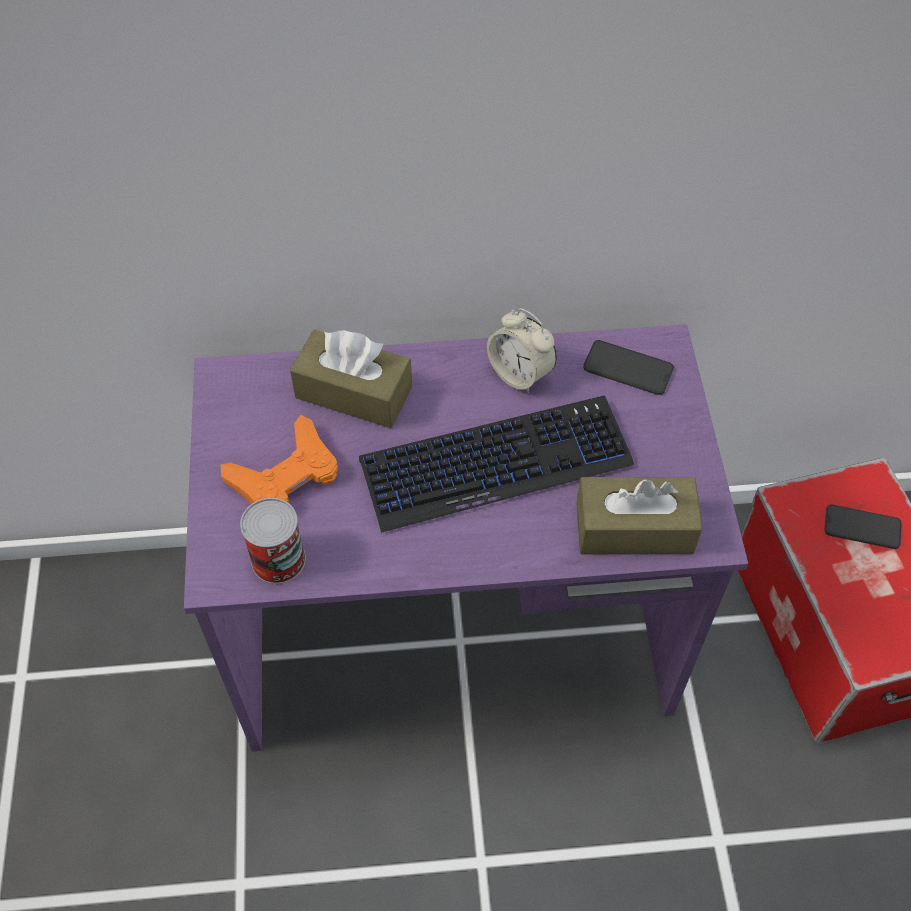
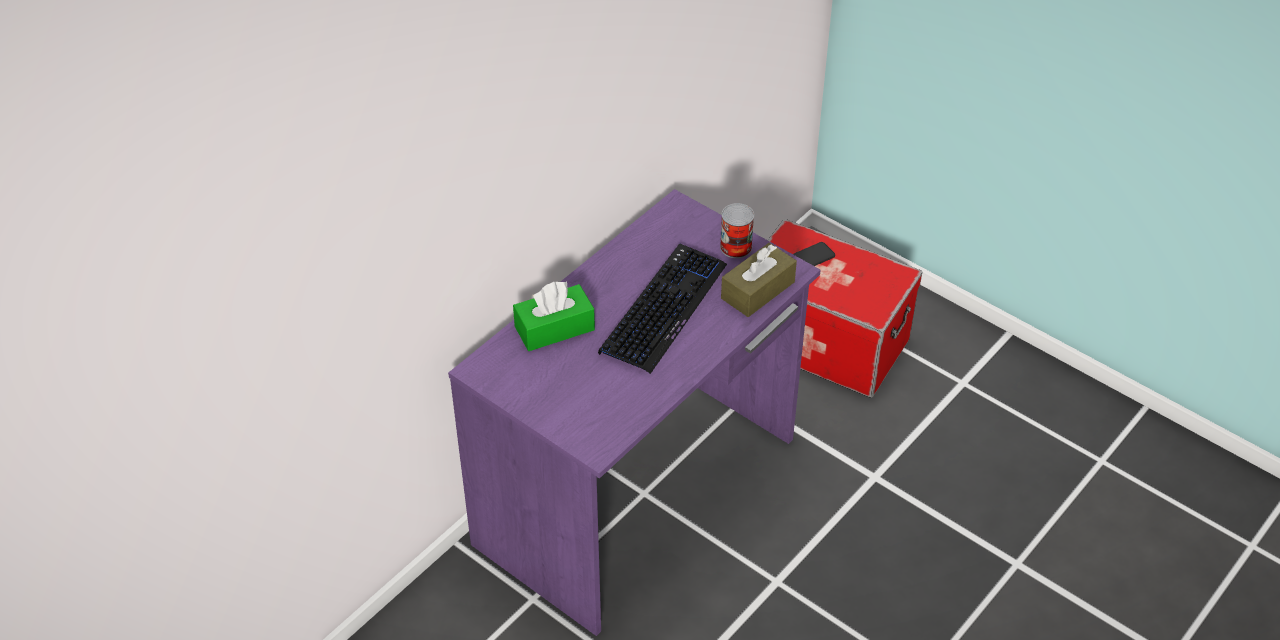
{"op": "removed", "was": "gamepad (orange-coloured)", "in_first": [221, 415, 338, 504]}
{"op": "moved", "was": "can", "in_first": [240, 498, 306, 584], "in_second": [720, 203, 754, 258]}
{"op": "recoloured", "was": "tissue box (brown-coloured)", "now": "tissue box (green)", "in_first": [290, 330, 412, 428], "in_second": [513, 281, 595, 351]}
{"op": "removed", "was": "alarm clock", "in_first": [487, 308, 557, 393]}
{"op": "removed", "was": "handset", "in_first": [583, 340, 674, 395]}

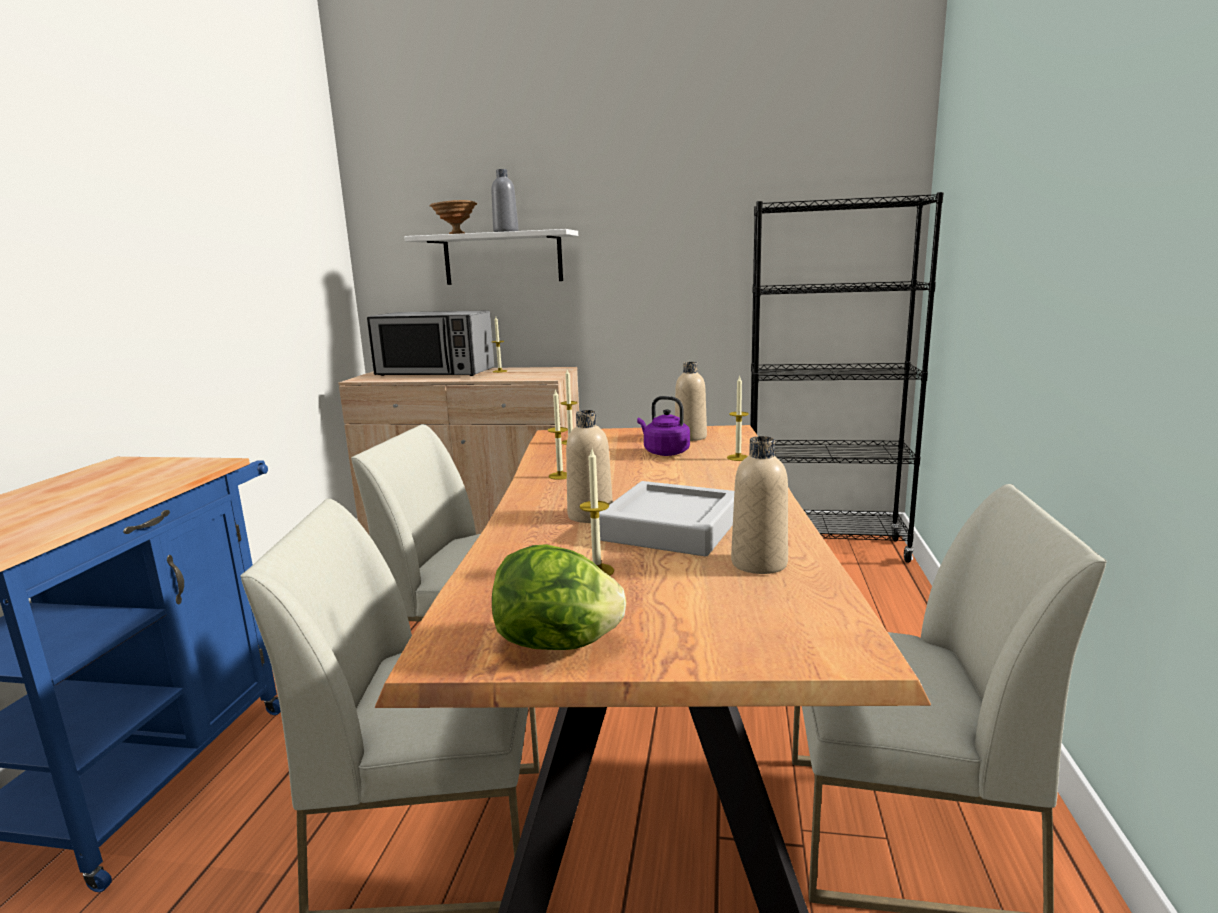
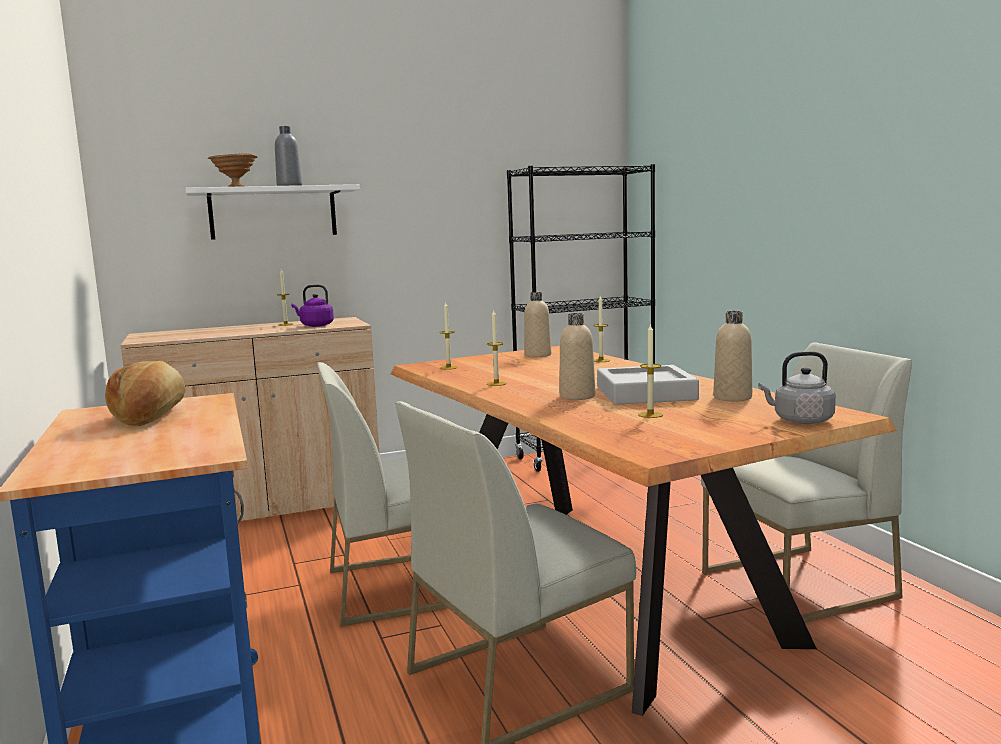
{"op": "removed", "was": "kitchen microwave", "in_first": [367, 311, 494, 376]}
{"op": "removed", "was": "lettuce", "in_first": [492, 544, 626, 650]}
{"op": "moved", "was": "kettle (purple-coloured)", "in_first": [637, 396, 690, 456], "in_second": [291, 284, 334, 327]}
{"op": "added", "now": "bakery bread", "in_second": [105, 361, 185, 426]}
{"op": "added", "now": "kettle (grey)", "in_second": [758, 351, 836, 424]}

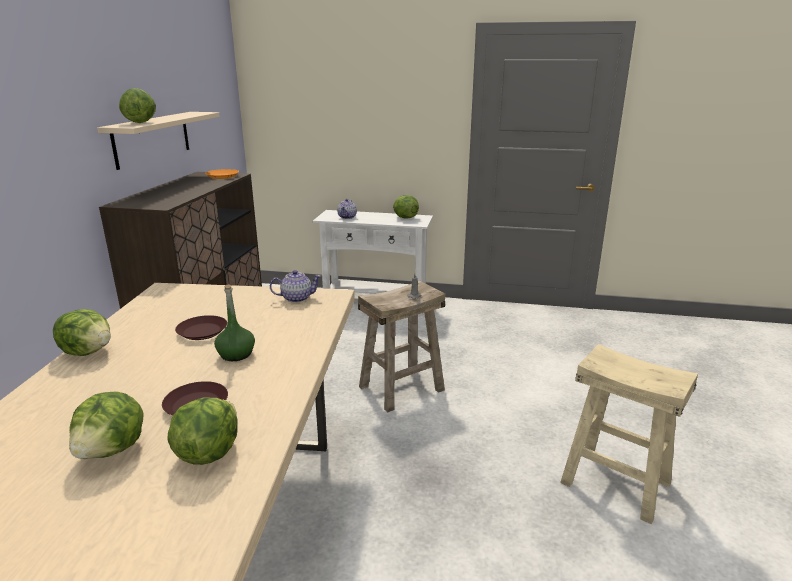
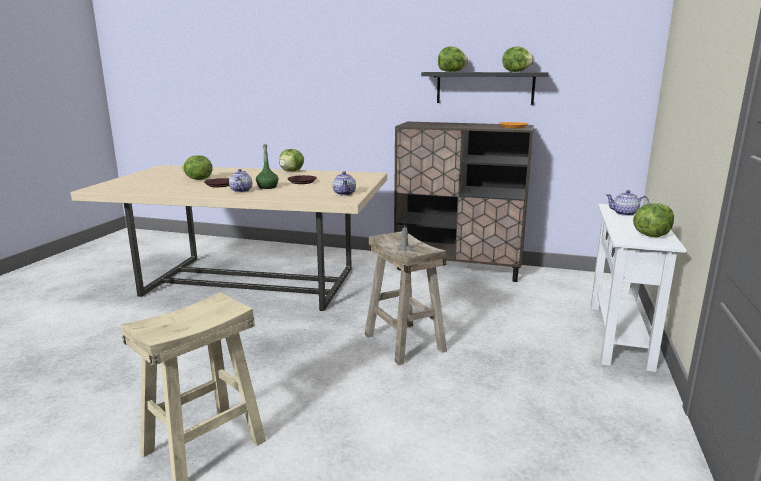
{"op": "recoloured", "was": "wall shelf (beige-coloured)", "now": "wall shelf (black-coloured)", "in_first": [97, 112, 220, 170], "in_second": [421, 72, 549, 105]}
{"op": "moved", "was": "lettuce", "in_first": [167, 398, 238, 465], "in_second": [503, 47, 535, 72]}
{"op": "added", "now": "pot for tea", "in_second": [229, 169, 253, 192]}

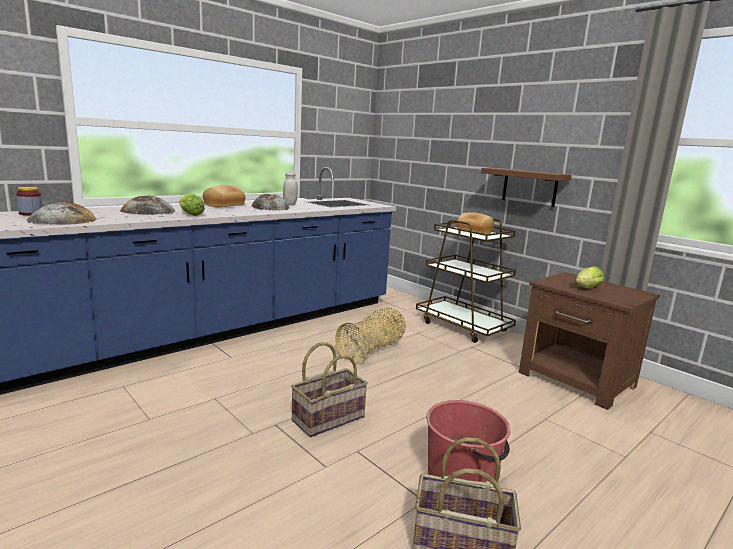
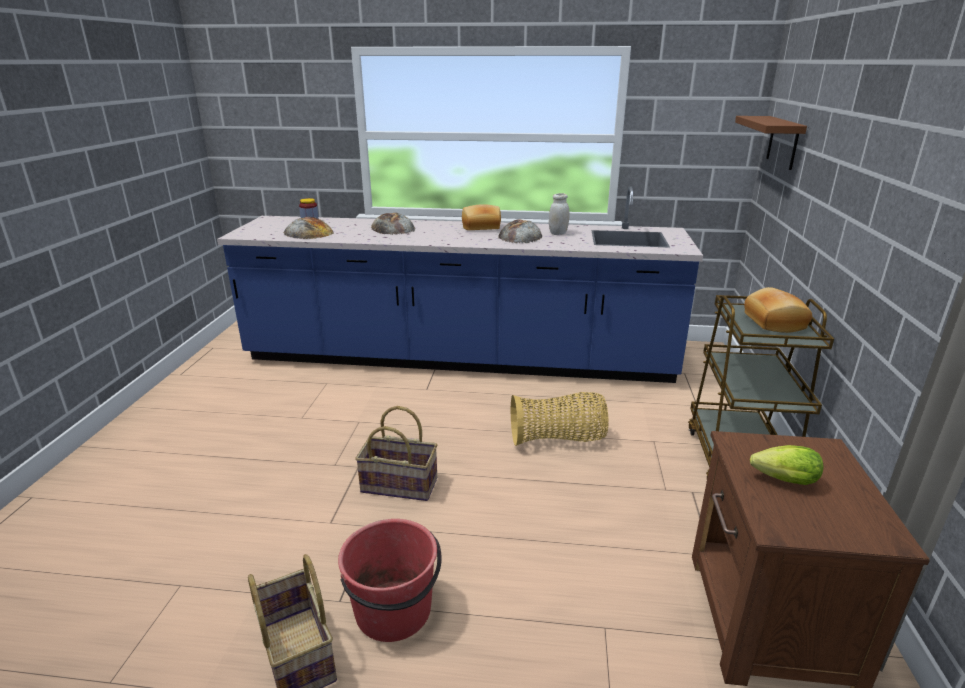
{"op": "removed", "was": "lettuce", "in_first": [179, 193, 205, 216]}
{"op": "moved", "was": "wall shelf (brown-coloured)", "in_first": [481, 168, 572, 207], "in_second": [735, 116, 807, 170]}

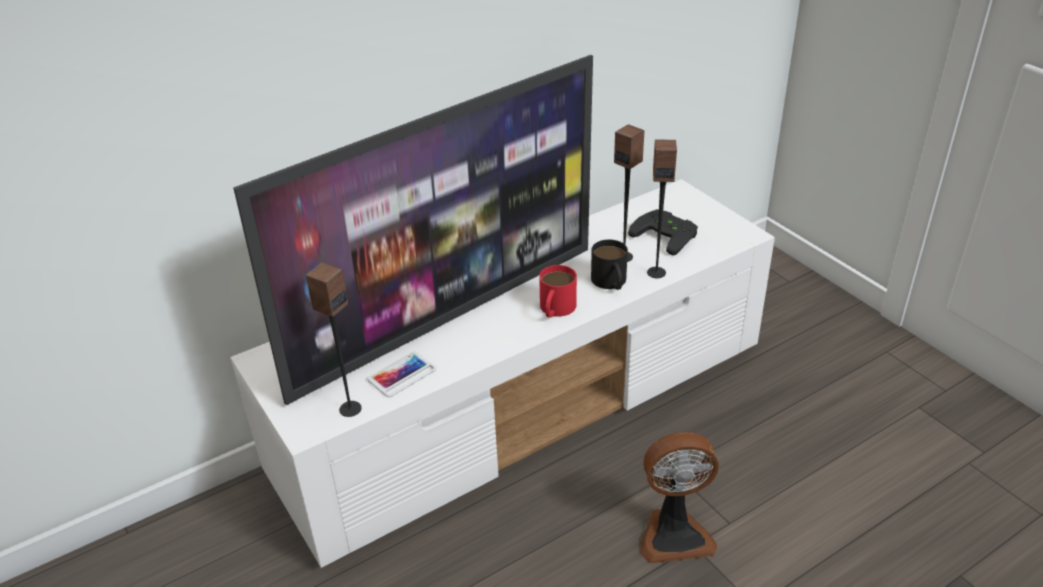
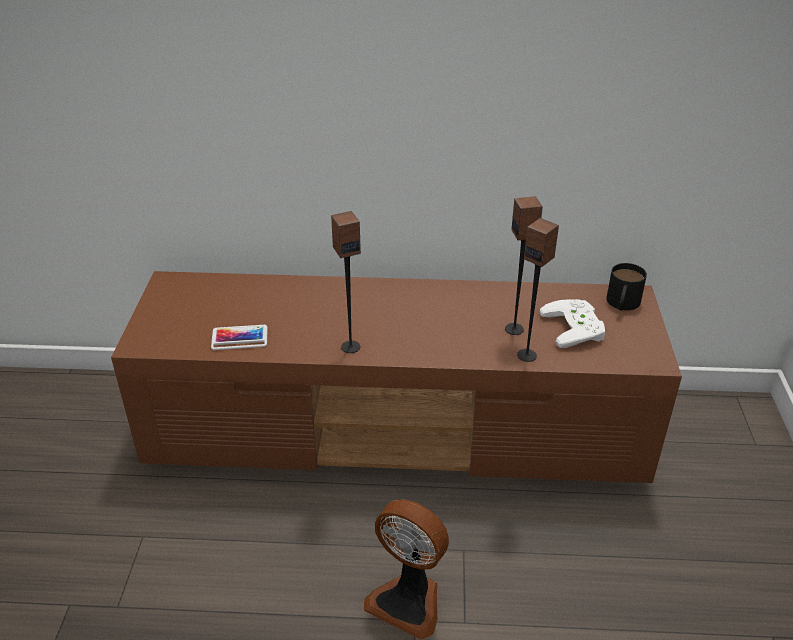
{"op": "recoloured", "was": "tv stand (white)", "now": "tv stand (brown-coloured)", "in_first": [230, 179, 775, 568], "in_second": [111, 271, 682, 483]}
{"op": "removed", "was": "television", "in_first": [233, 55, 593, 405]}
{"op": "moved", "was": "speaker", "in_first": [305, 262, 362, 417], "in_second": [331, 211, 361, 353]}
{"op": "removed", "was": "coffee mug (red-coloured)", "in_first": [539, 265, 577, 318]}
{"op": "moved", "was": "coffee mug (black-coloured)", "in_first": [591, 240, 628, 290], "in_second": [606, 263, 647, 311]}
{"op": "recoloured", "was": "gamepad (black-coloured)", "now": "gamepad (white)", "in_first": [628, 209, 698, 256], "in_second": [540, 299, 605, 348]}

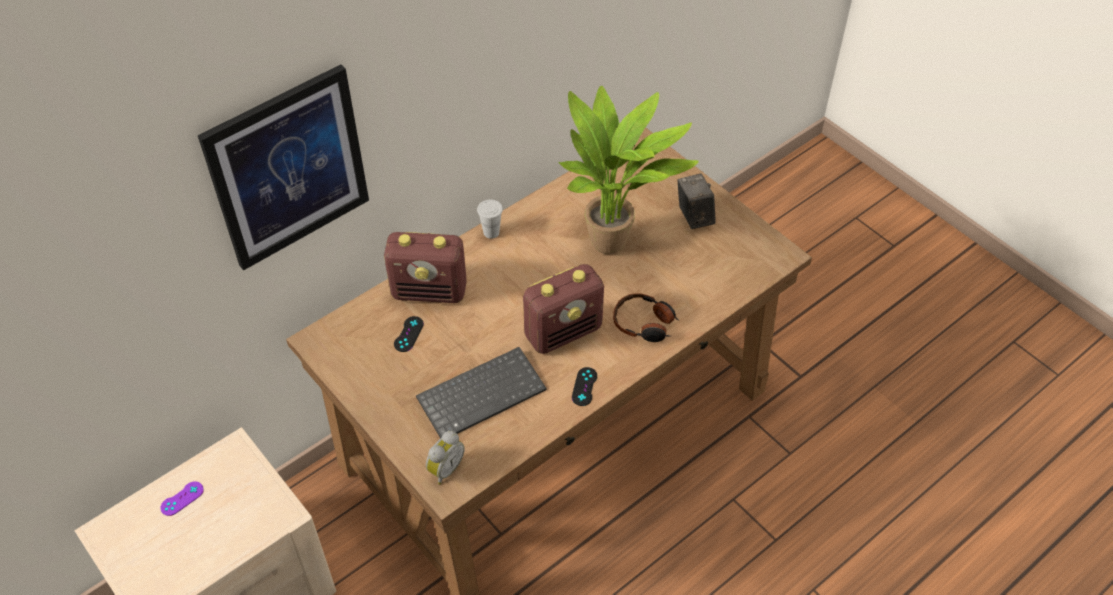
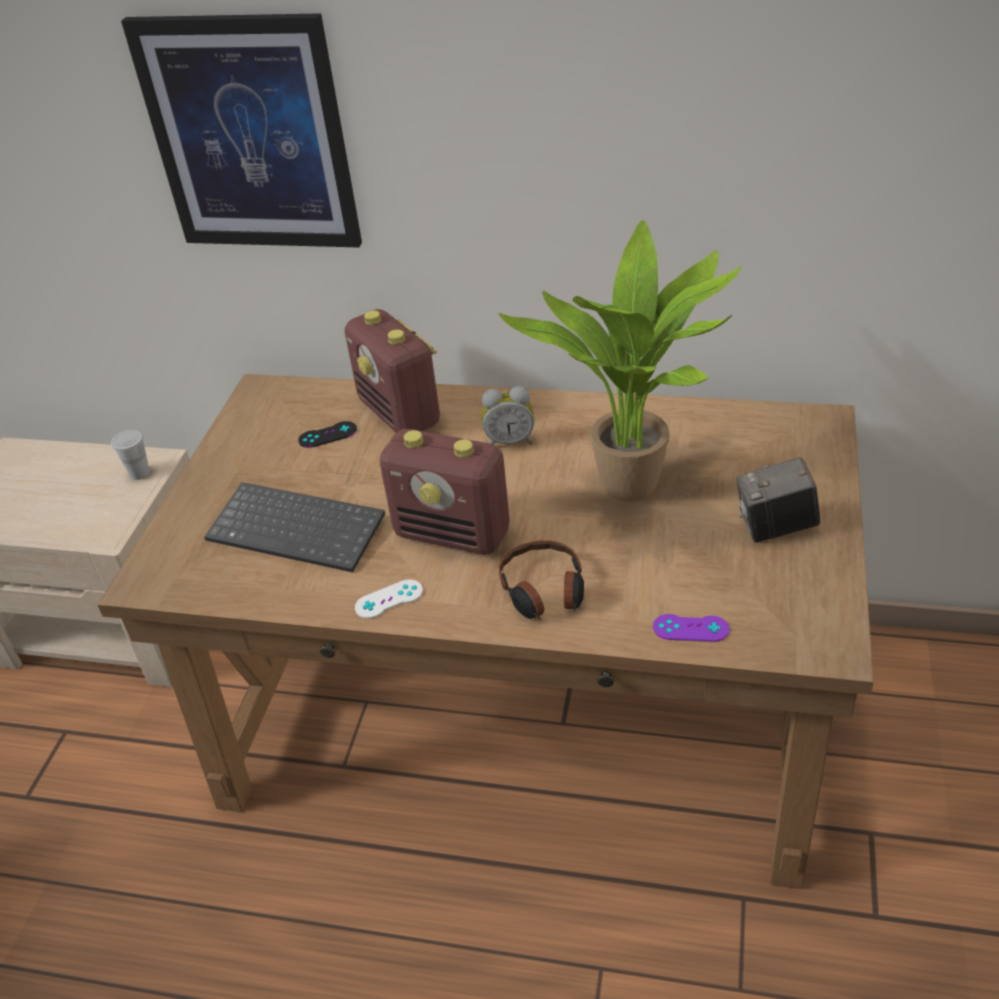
{"op": "moved", "was": "gamepad (purple-coloured)", "in_first": [160, 481, 204, 516], "in_second": [653, 614, 729, 642]}
{"op": "moved", "was": "alarm clock", "in_first": [426, 431, 465, 485], "in_second": [481, 386, 534, 445]}
{"op": "moved", "was": "small cup (white)", "in_first": [477, 200, 503, 239], "in_second": [111, 430, 150, 480]}
{"op": "recoloured", "was": "gamepad (black-coloured)", "now": "gamepad (white)", "in_first": [572, 367, 597, 406], "in_second": [355, 579, 423, 619]}
{"op": "turned", "was": "photo camera", "in_first": [678, 174, 716, 229], "in_second": [736, 457, 820, 543], "clockwise": -135}

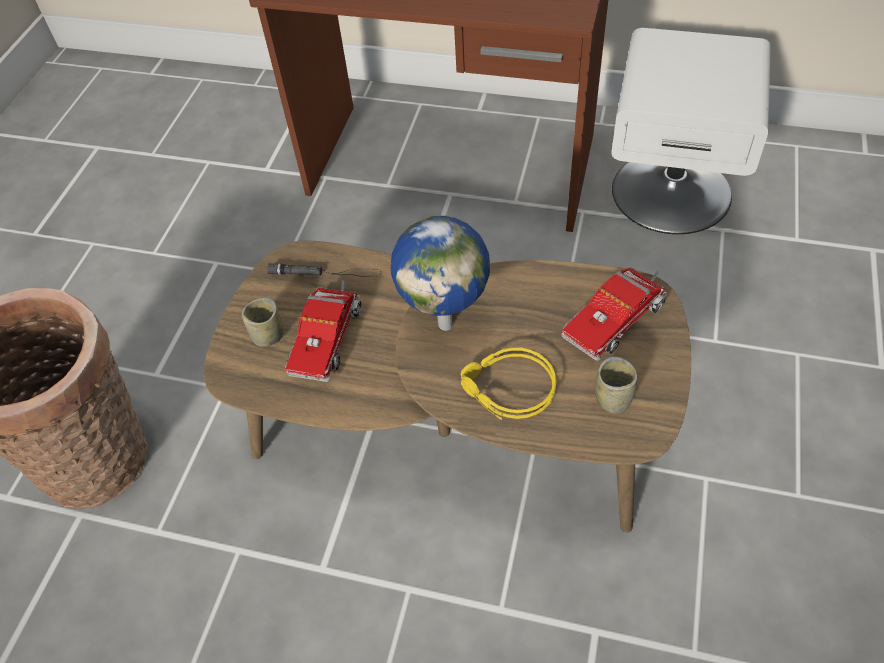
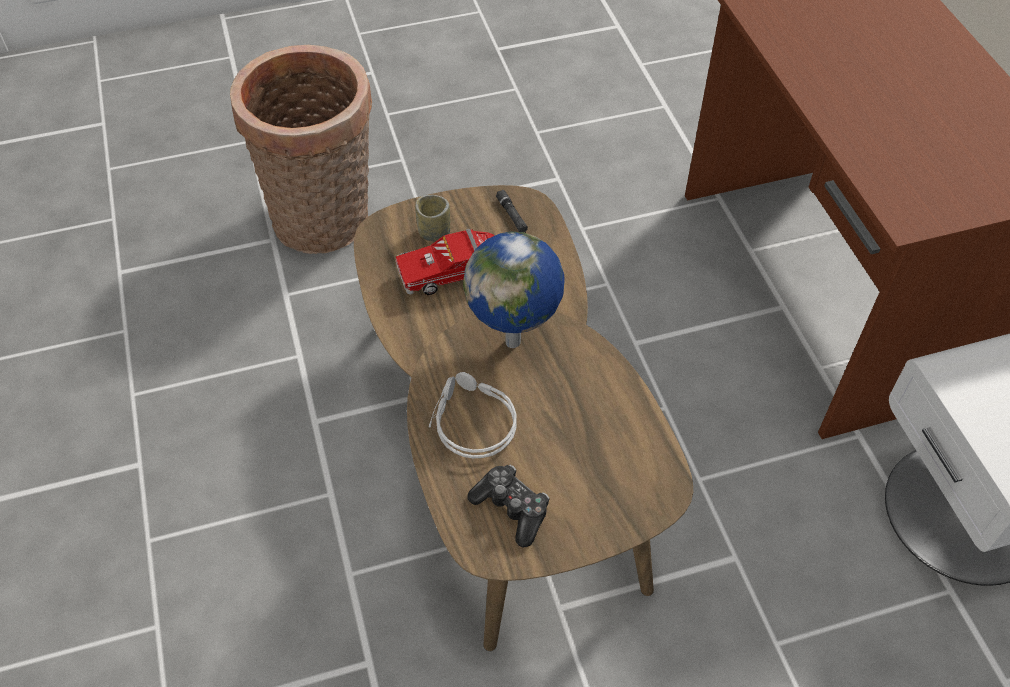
{"op": "recoloured", "was": "pair of headphones (yellowish)", "now": "pair of headphones (grey)", "in_first": [461, 348, 557, 420], "in_second": [429, 372, 517, 458]}
{"op": "removed", "was": "toy lorry", "in_first": [561, 267, 667, 361]}
{"op": "replaced", "was": "small cup", "now": "gamepad", "in_first": [595, 357, 637, 414], "in_second": [467, 465, 549, 547]}

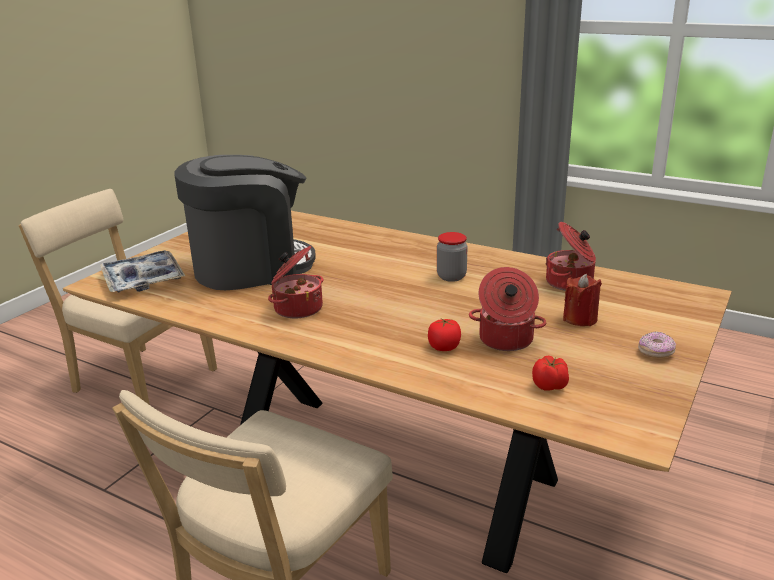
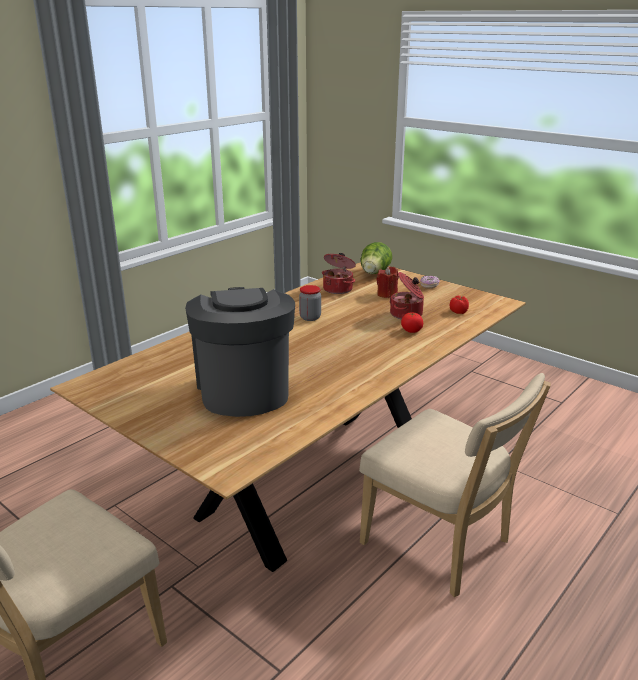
{"op": "removed", "was": "tray", "in_first": [100, 250, 185, 293]}
{"op": "removed", "was": "cooking pot", "in_first": [268, 246, 324, 318]}
{"op": "added", "now": "lettuce", "in_second": [361, 242, 392, 274]}

